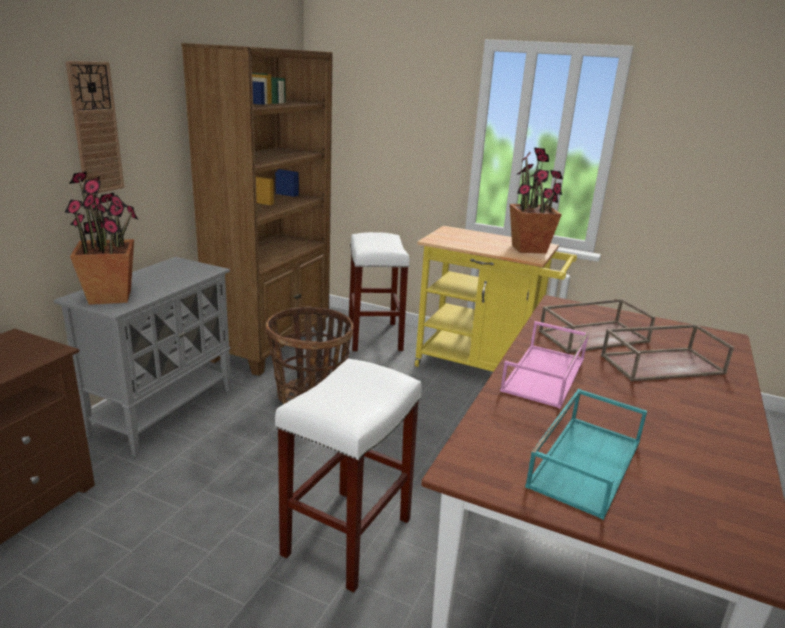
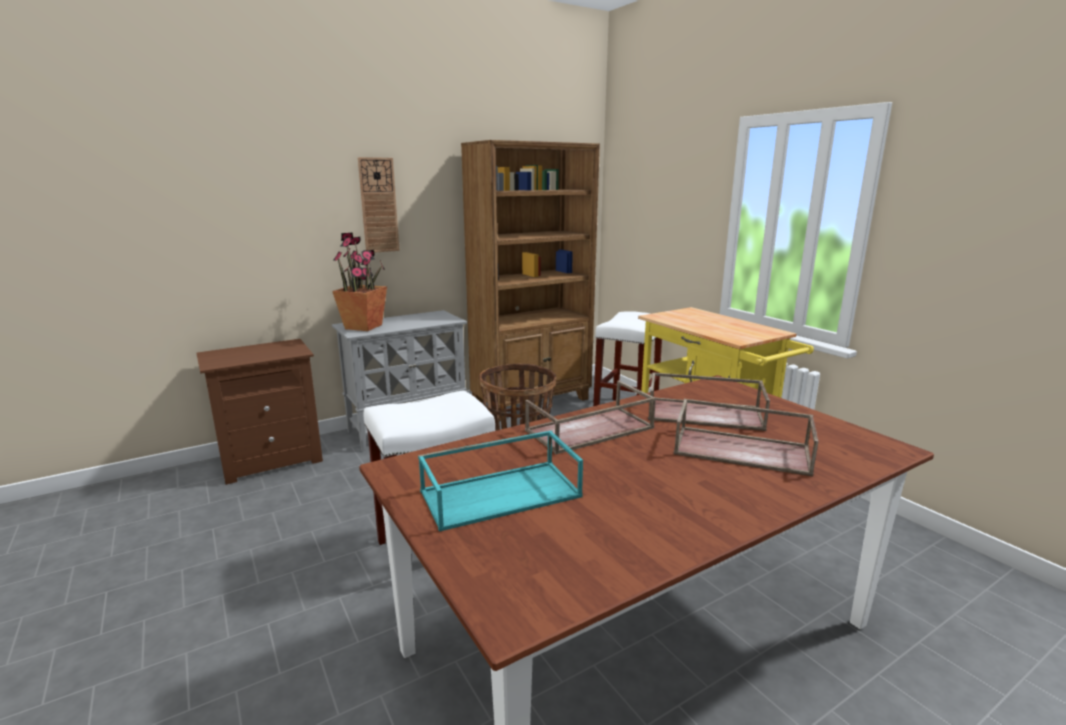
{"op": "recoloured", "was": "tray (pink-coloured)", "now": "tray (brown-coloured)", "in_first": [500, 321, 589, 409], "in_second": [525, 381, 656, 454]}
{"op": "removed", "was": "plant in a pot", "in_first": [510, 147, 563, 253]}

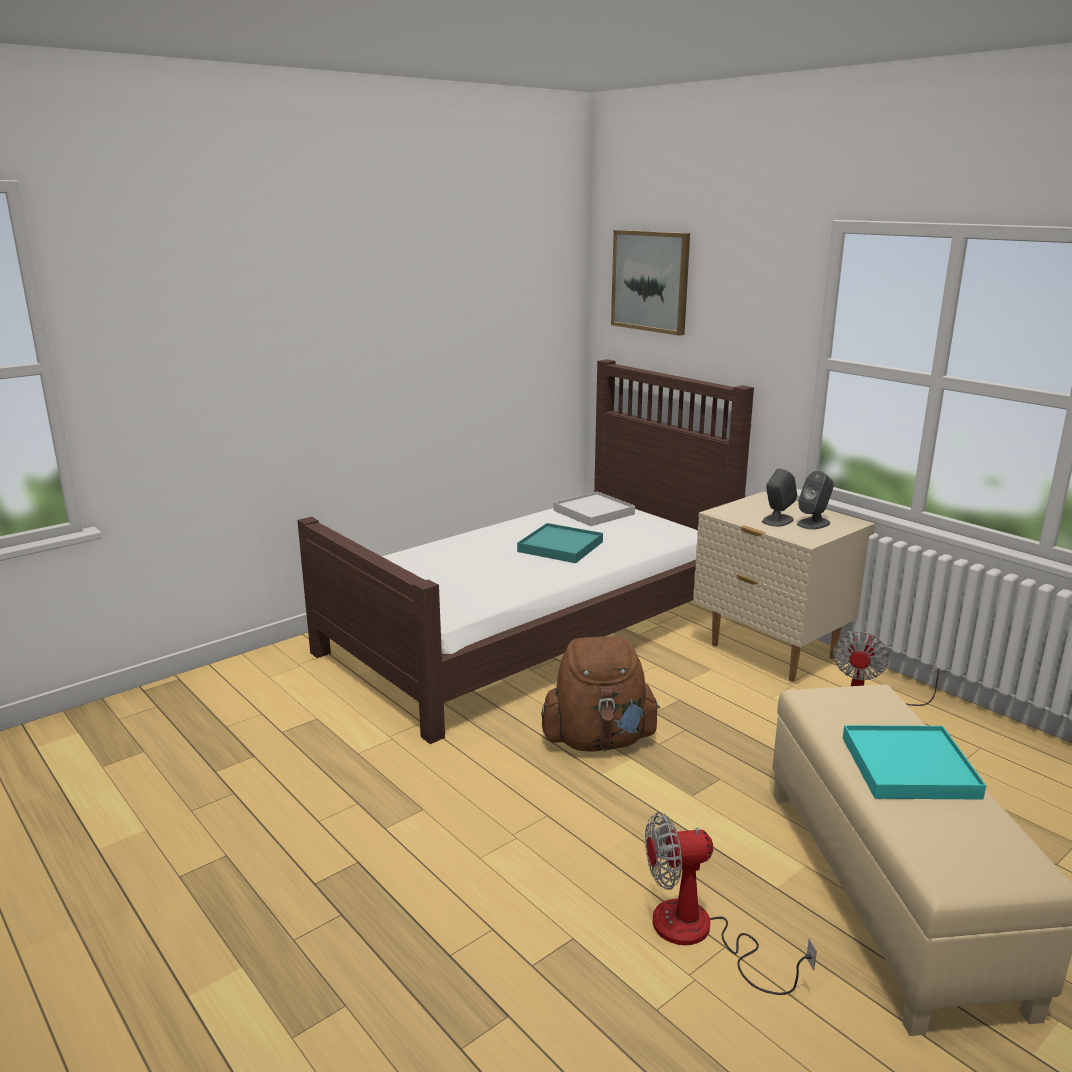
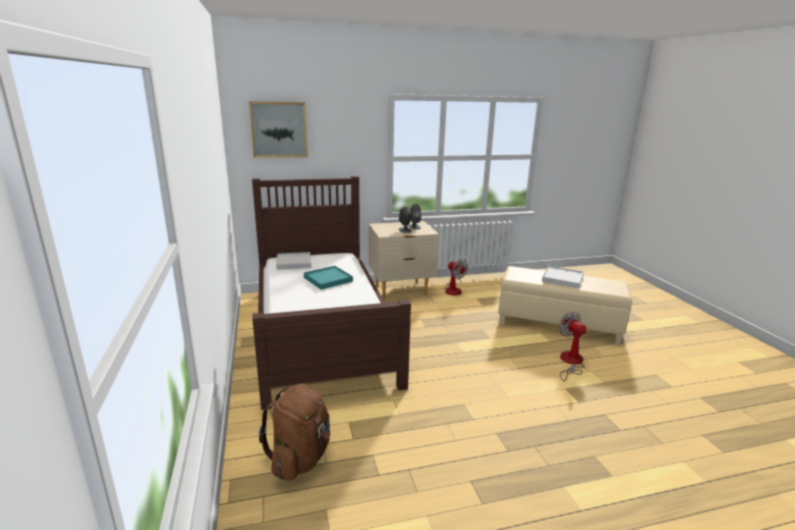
{"op": "moved", "was": "knapsack (brown-coloured)", "in_first": [541, 636, 660, 752], "in_second": [259, 384, 331, 481]}
{"op": "turned", "was": "electric fan", "in_first": [645, 812, 817, 995], "in_second": [559, 311, 587, 381], "clockwise": 135}
{"op": "recoloured", "was": "tray (turquoise-coloured)", "now": "tray (white)", "in_first": [843, 725, 986, 800], "in_second": [542, 266, 584, 289]}

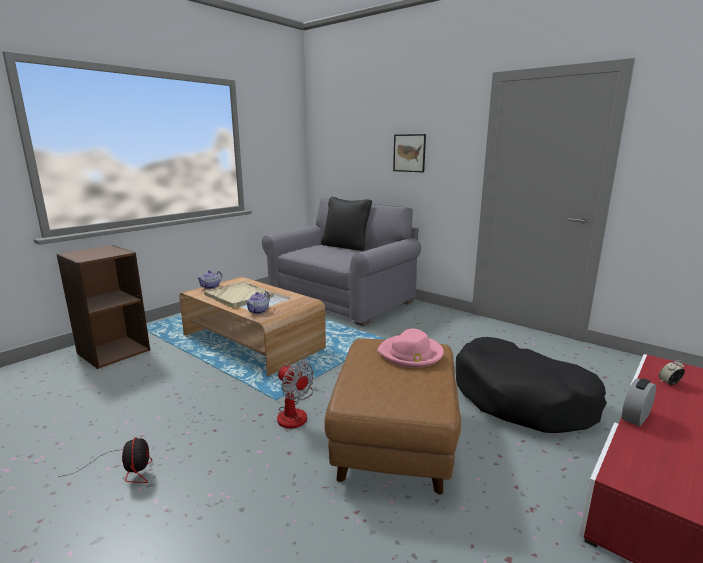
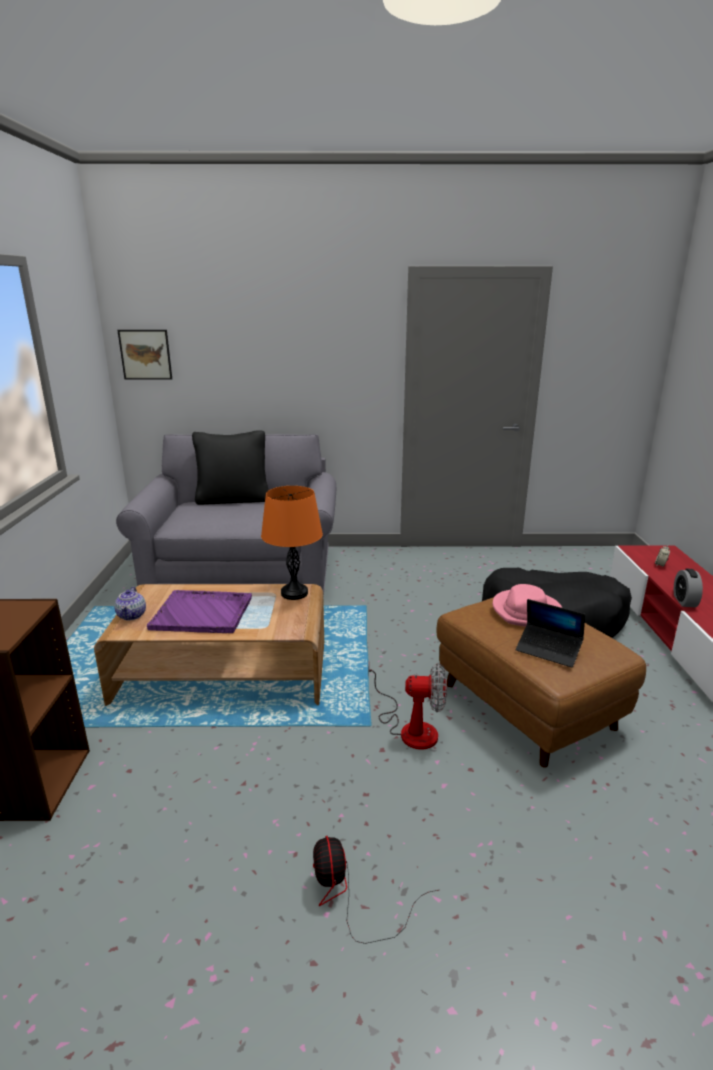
{"op": "turned", "was": "electric fan", "in_first": [58, 437, 152, 483], "in_second": [313, 836, 438, 944], "clockwise": -135}
{"op": "recoloured", "was": "tray (beige-coloured)", "now": "tray (purple-coloured)", "in_first": [204, 281, 274, 308], "in_second": [147, 590, 252, 633]}
{"op": "removed", "was": "pot for tea", "in_first": [245, 292, 270, 314]}
{"op": "moved", "was": "wall art", "in_first": [393, 134, 426, 172], "in_second": [117, 330, 172, 380]}
{"op": "added", "now": "tabletop lamp (orange-coloured)", "in_second": [261, 486, 323, 600]}
{"op": "added", "now": "laptop", "in_second": [516, 599, 585, 668]}

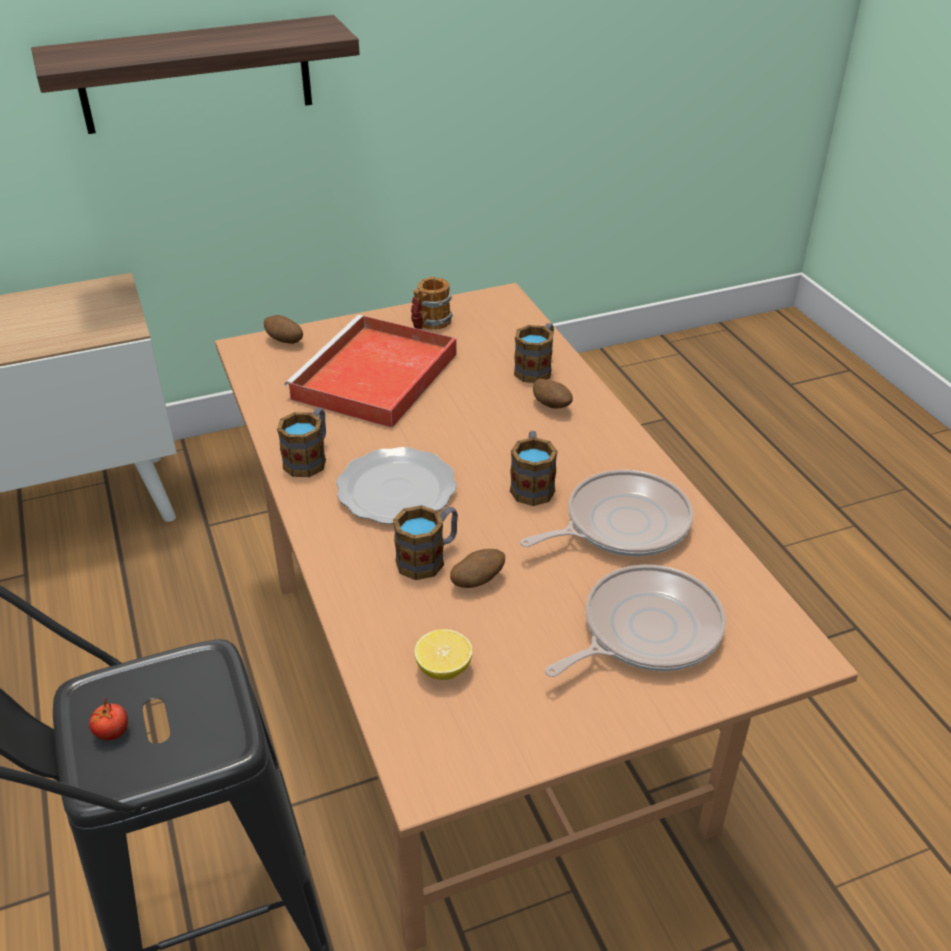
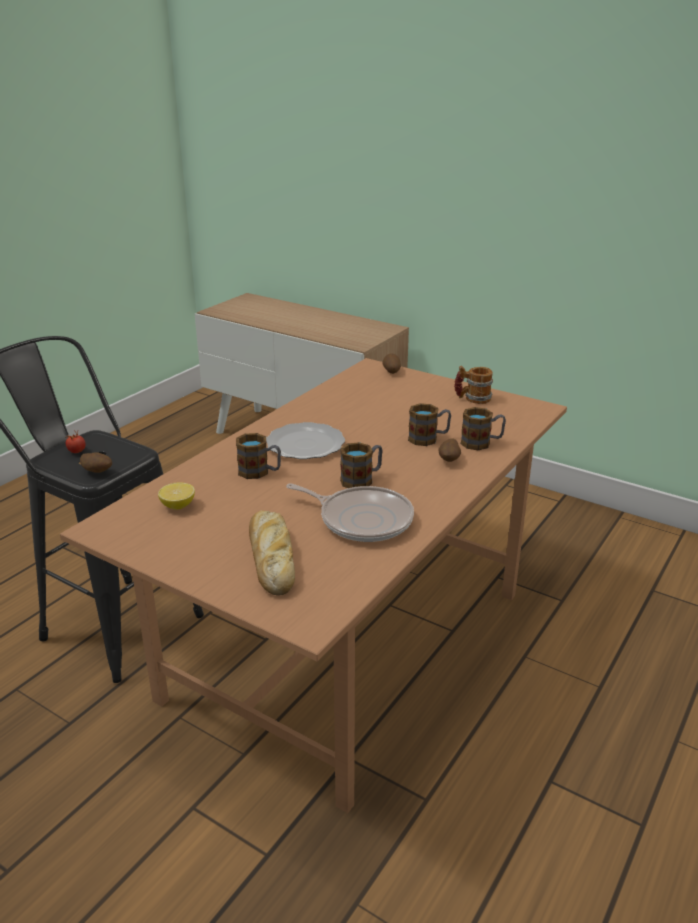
{"op": "removed", "was": "wall shelf", "in_first": [31, 15, 360, 134]}
{"op": "moved", "was": "coffee mug", "in_first": [277, 408, 326, 477], "in_second": [408, 403, 451, 446]}
{"op": "removed", "was": "tray (red-coloured)", "in_first": [285, 315, 457, 428]}
{"op": "moved", "was": "potato", "in_first": [450, 549, 505, 588], "in_second": [80, 452, 112, 473]}
{"op": "replaced", "was": "skillet", "now": "bakery bread", "in_first": [545, 565, 726, 677], "in_second": [249, 511, 295, 595]}

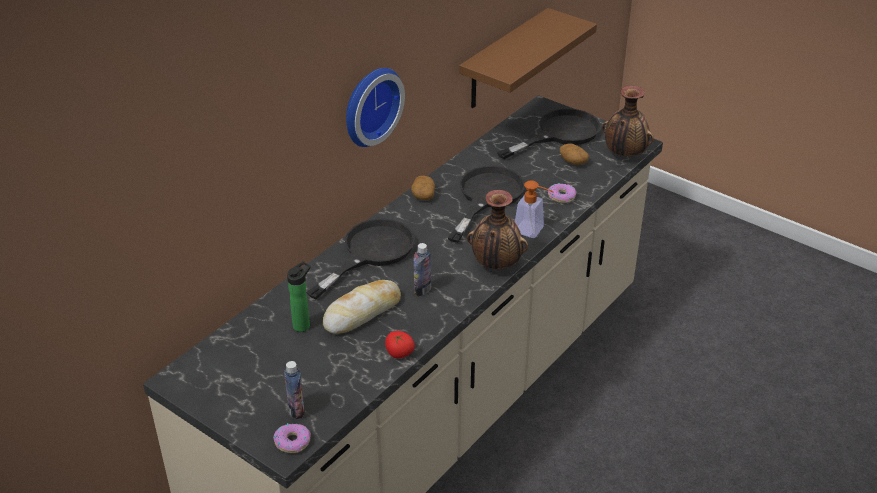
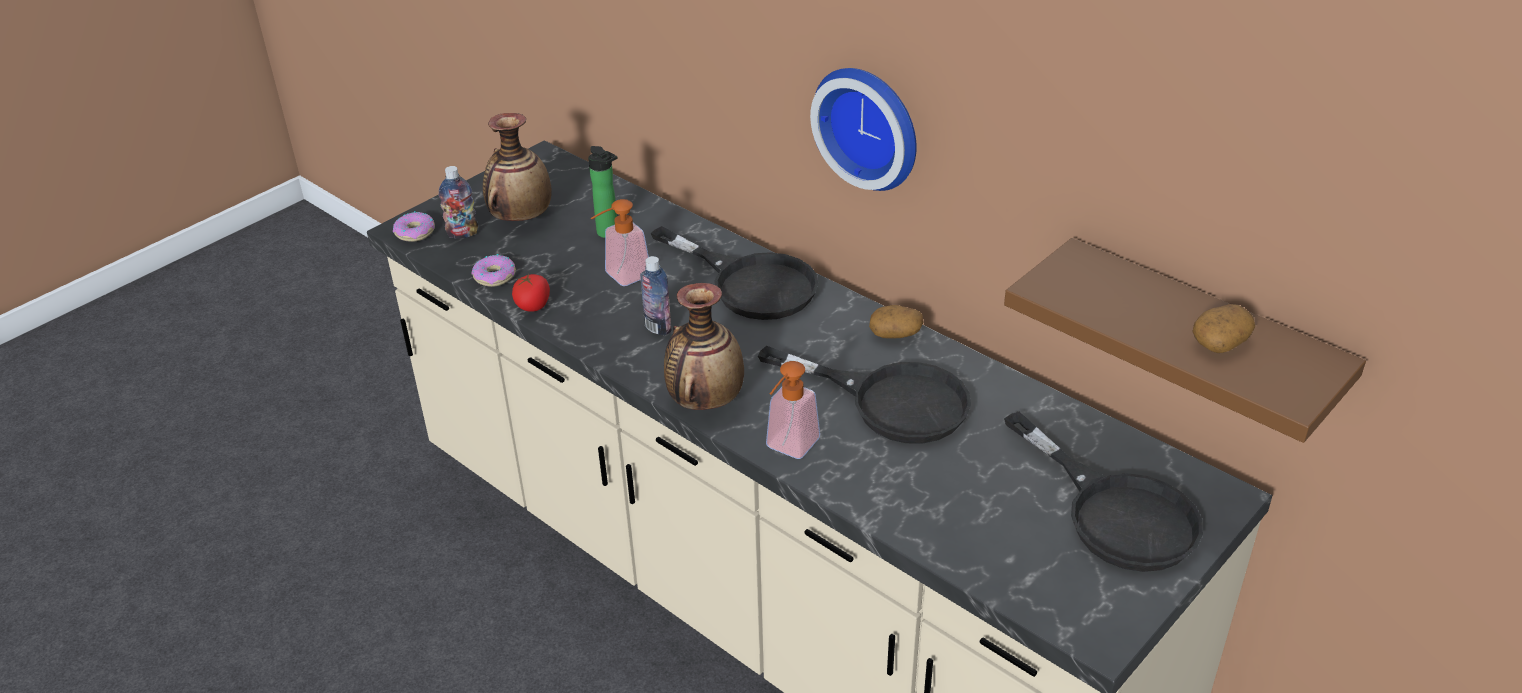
{"op": "replaced", "was": "bakery bread", "now": "soap dispenser", "in_first": [323, 280, 401, 334], "in_second": [591, 199, 649, 286]}
{"op": "moved", "was": "ring doughnut", "in_first": [548, 183, 576, 203], "in_second": [471, 254, 516, 287]}
{"op": "moved", "was": "potato", "in_first": [560, 143, 589, 165], "in_second": [1192, 304, 1255, 353]}
{"op": "moved", "was": "vase", "in_first": [602, 86, 654, 156], "in_second": [483, 113, 552, 221]}

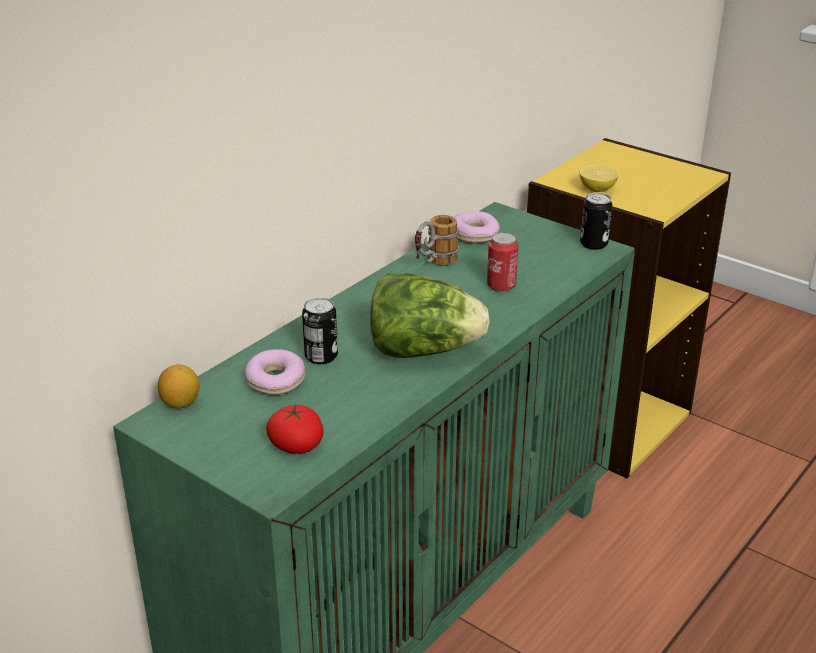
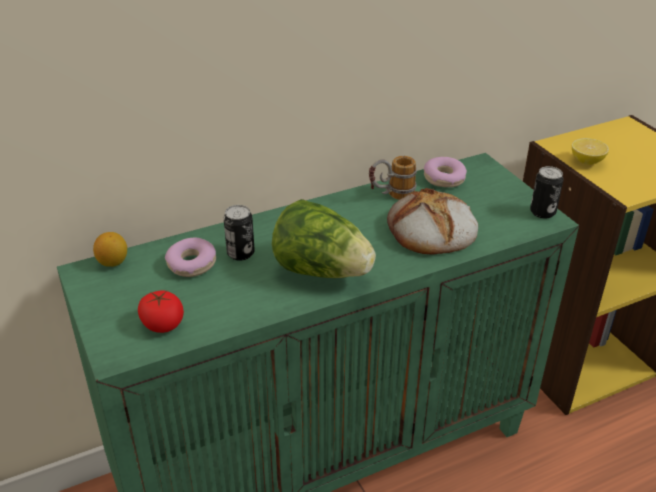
{"op": "replaced", "was": "can", "now": "bakery bread", "in_first": [487, 232, 519, 292], "in_second": [387, 188, 478, 255]}

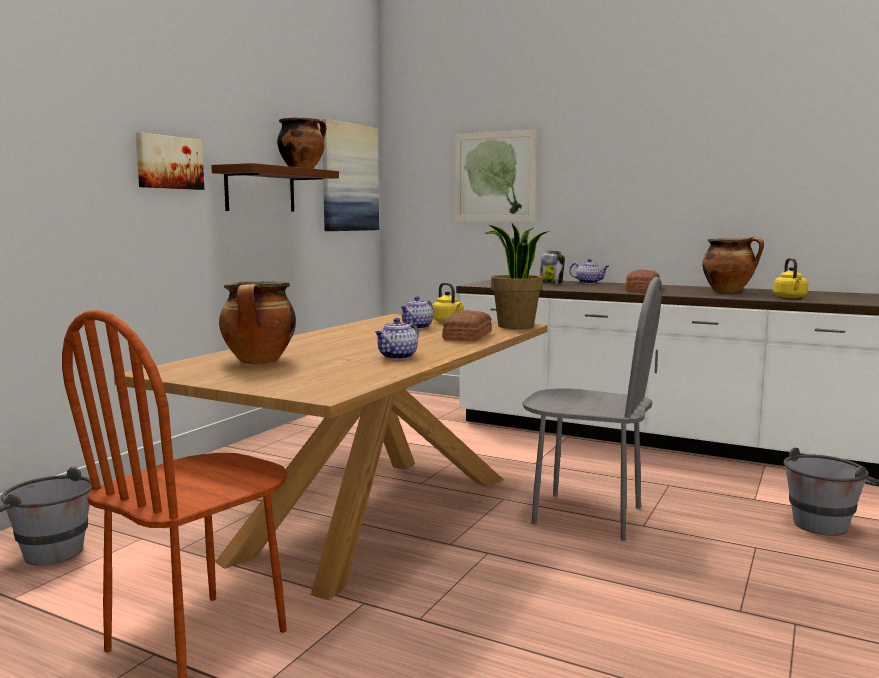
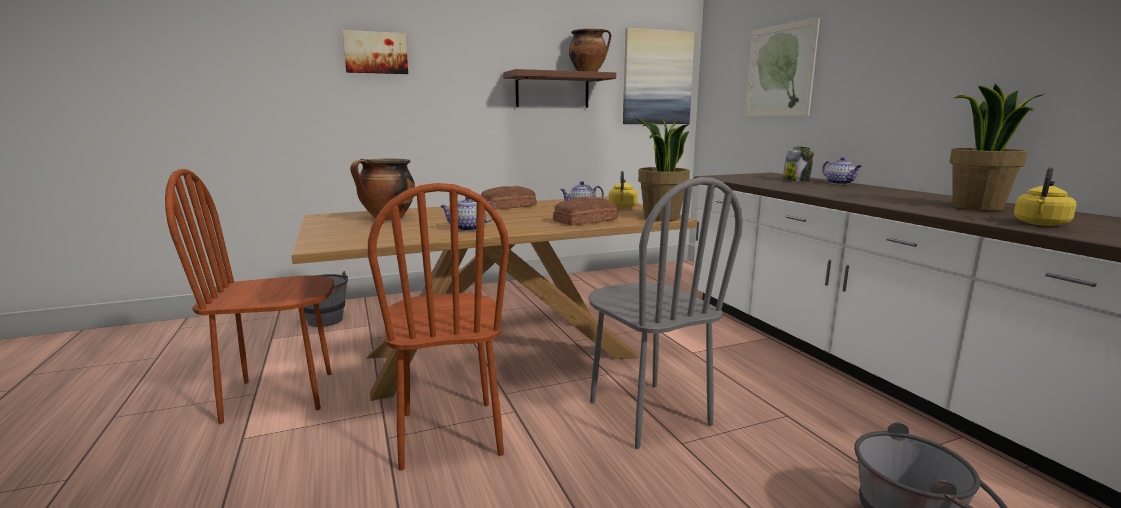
{"op": "moved", "was": "wall art", "in_first": [136, 132, 204, 190], "in_second": [342, 30, 408, 74]}
{"op": "moved", "was": "bakery bread", "in_first": [625, 269, 660, 292], "in_second": [481, 186, 537, 209]}
{"op": "replaced", "was": "cooking pot", "now": "plant in a pot", "in_first": [702, 237, 764, 292], "in_second": [949, 84, 1045, 211]}
{"op": "added", "now": "upright chair (brown-coloured)", "in_second": [368, 183, 509, 471]}

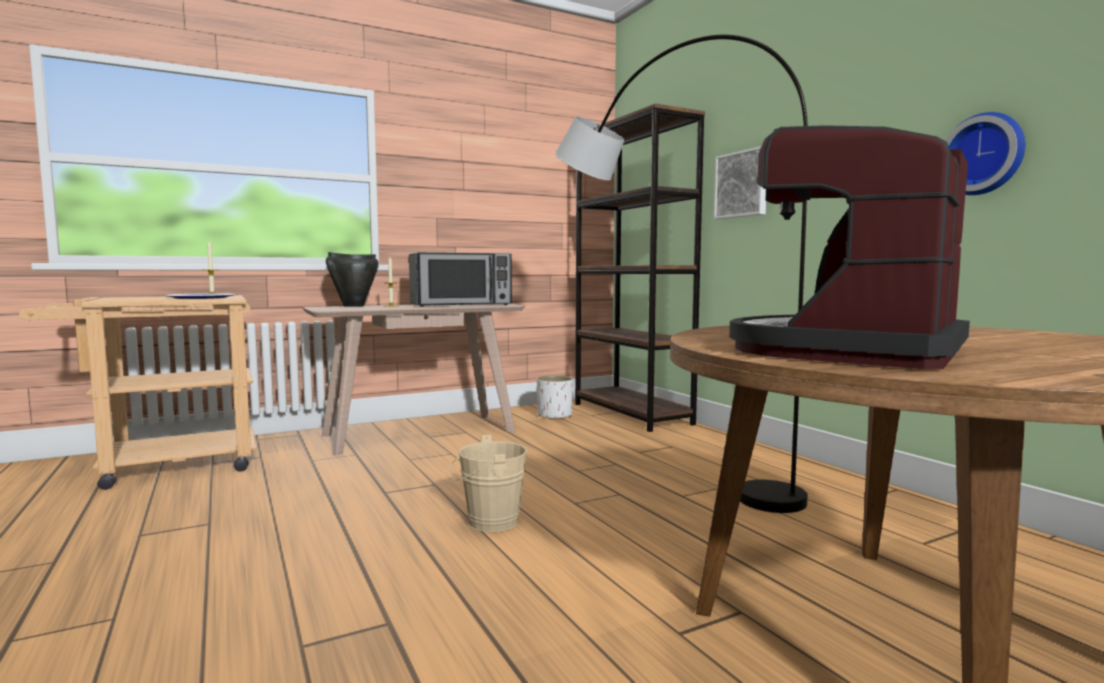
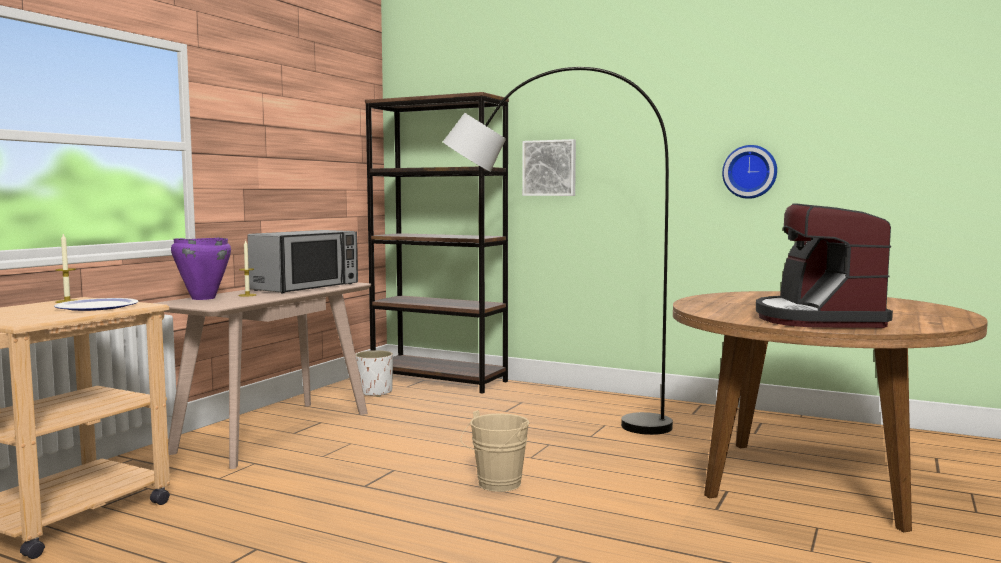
{"op": "recoloured", "was": "cooking pot (black-coloured)", "now": "cooking pot (purple-coloured)", "in_first": [326, 252, 379, 307], "in_second": [171, 238, 231, 300]}

